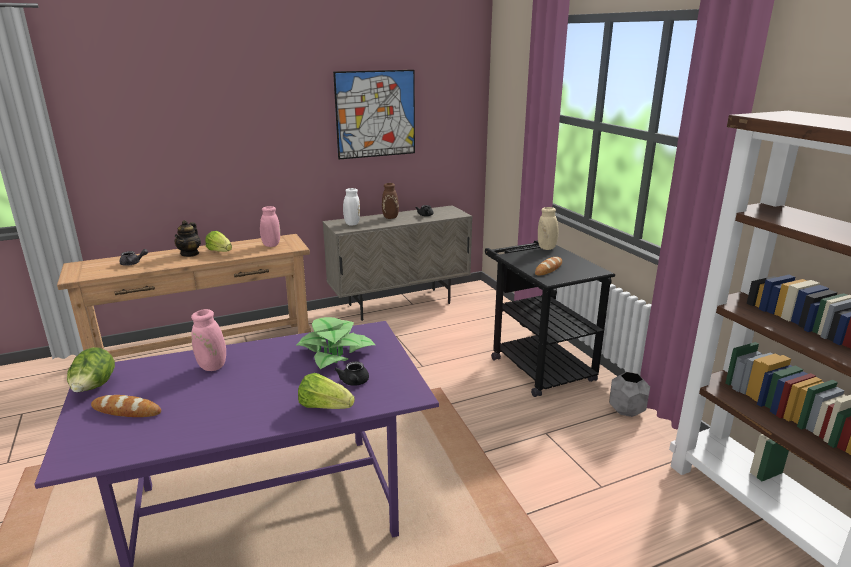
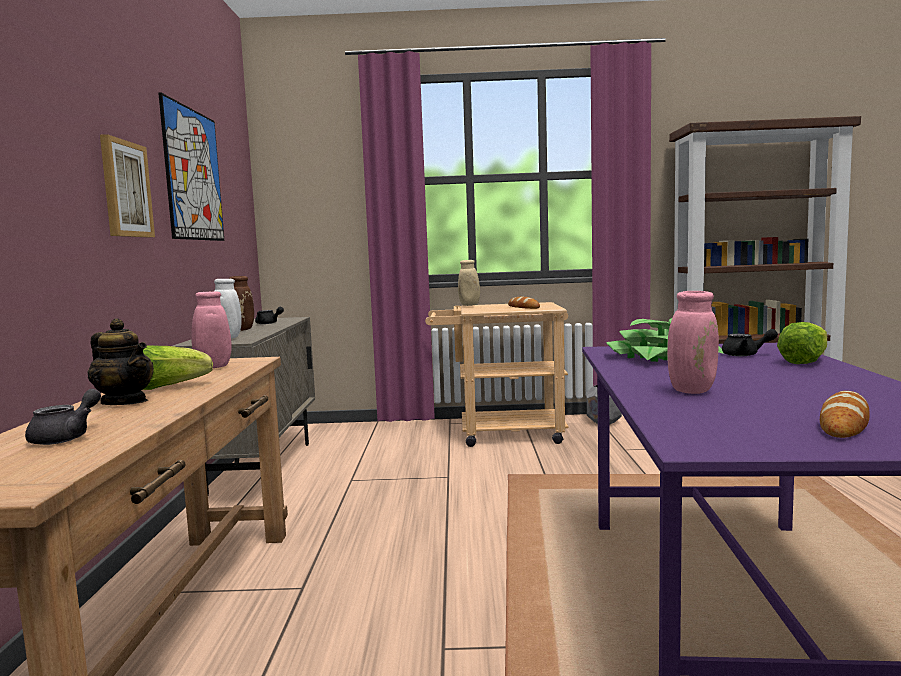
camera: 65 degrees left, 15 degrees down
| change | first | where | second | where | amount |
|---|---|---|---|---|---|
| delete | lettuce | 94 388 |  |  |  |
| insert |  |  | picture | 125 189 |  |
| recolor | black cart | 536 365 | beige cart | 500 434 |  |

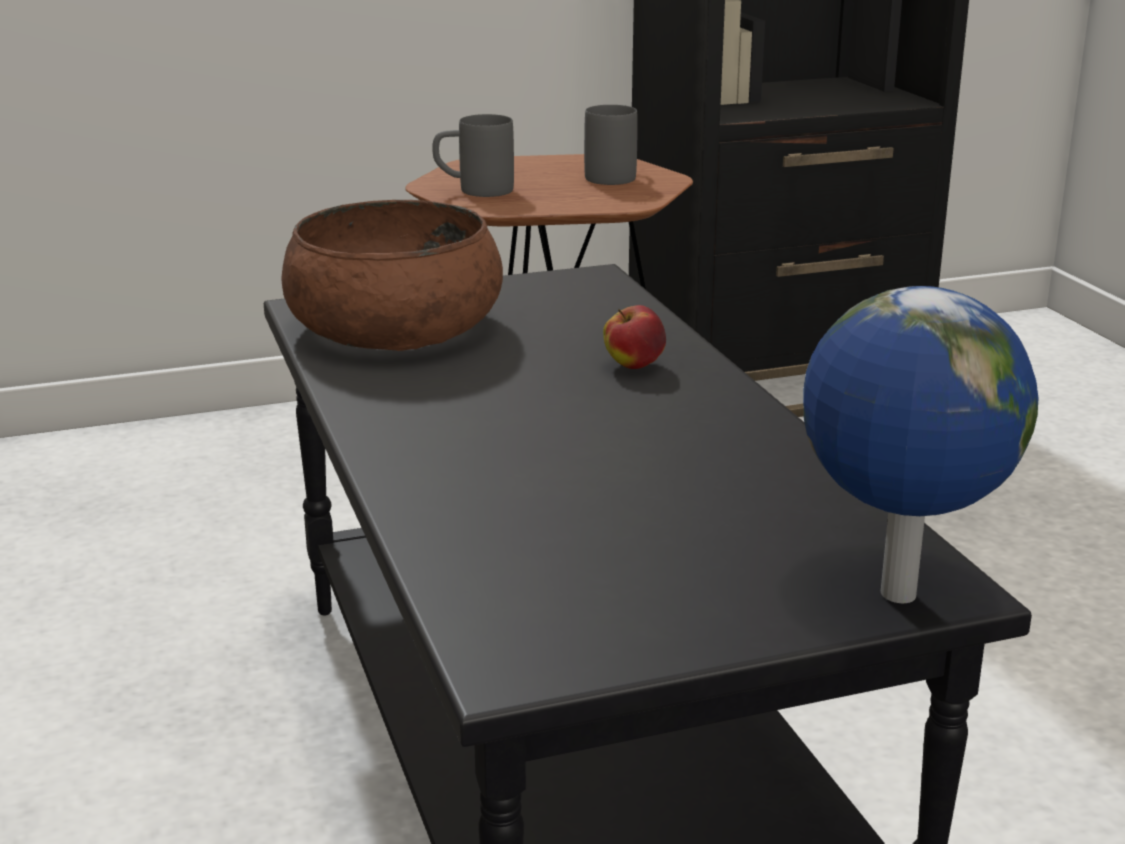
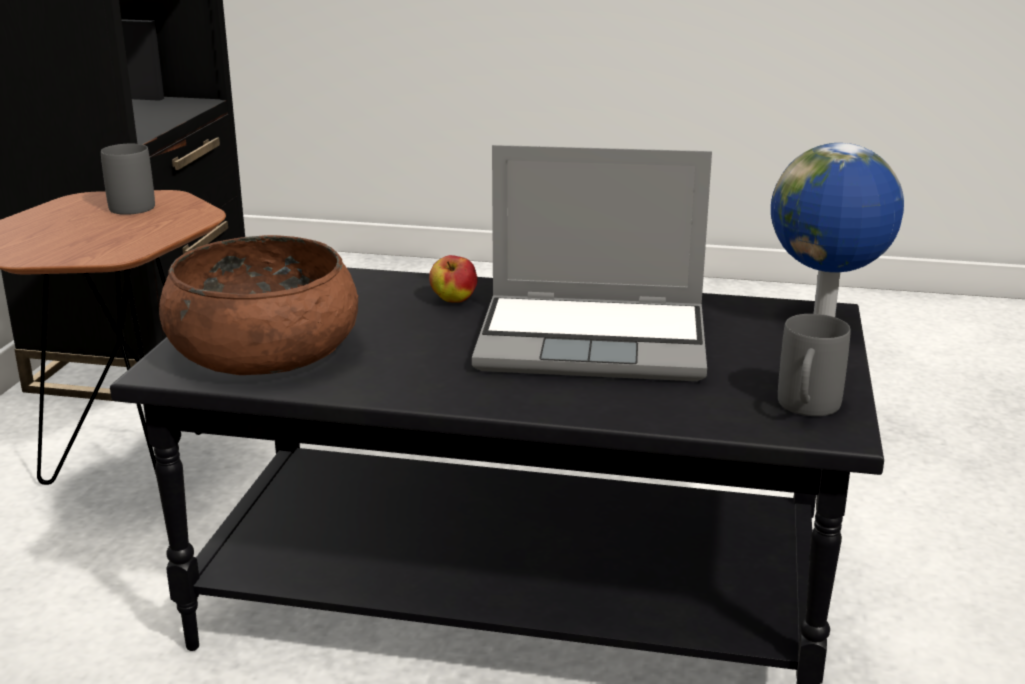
camera: 60 degrees left, 0 degrees up
| change | first | where | second | where | amount |
|---|---|---|---|---|---|
| insert |  |  | laptop | 596 341 |  |
| move | grey mug | 474 190 |  | 806 409 |  |

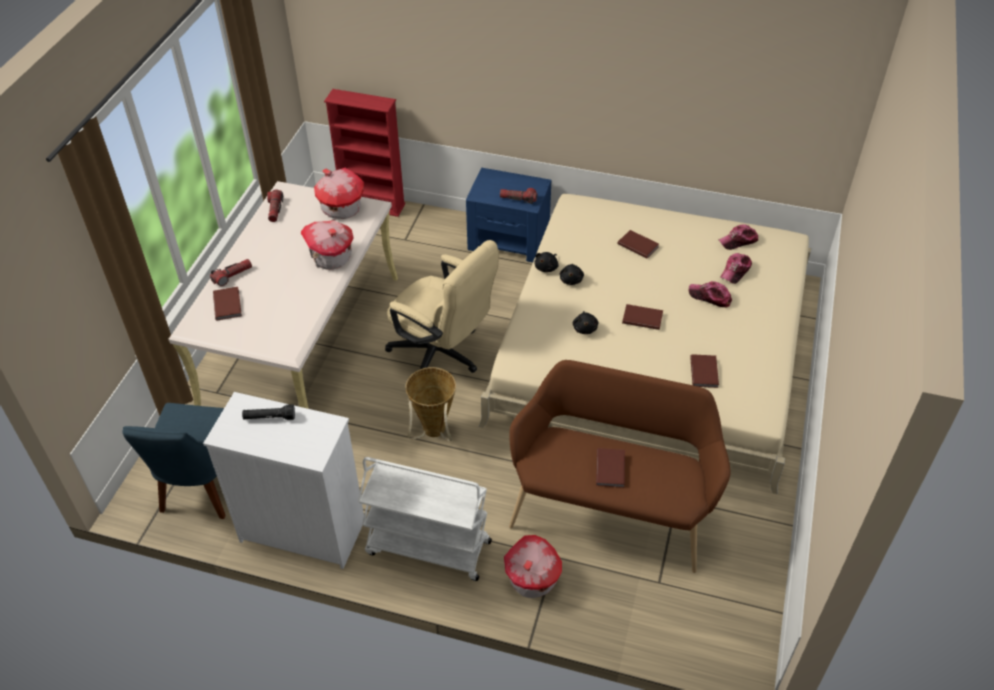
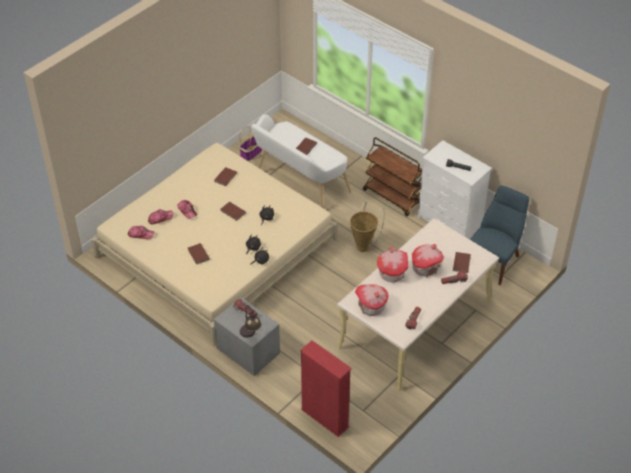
camera: 155 degrees left, 0 degrees up
| change | first | where | second | where | amount |
|---|---|---|---|---|---|
| delete | beige office chair | 443 355 |  |  |  |
| insert |  |  | basket | 251 153 |  |
| insert |  |  | table lamp | 250 335 |  |
| move | toy house | 533 579 |  | 426 268 |  |
| recolor | white cart | 427 548 | brown cart | 393 197 |  |
| recolor | blue nightstand | 509 239 | grey nightstand | 248 350 |  |
| recolor | brown bench | 611 509 | white bench | 299 183 |  |

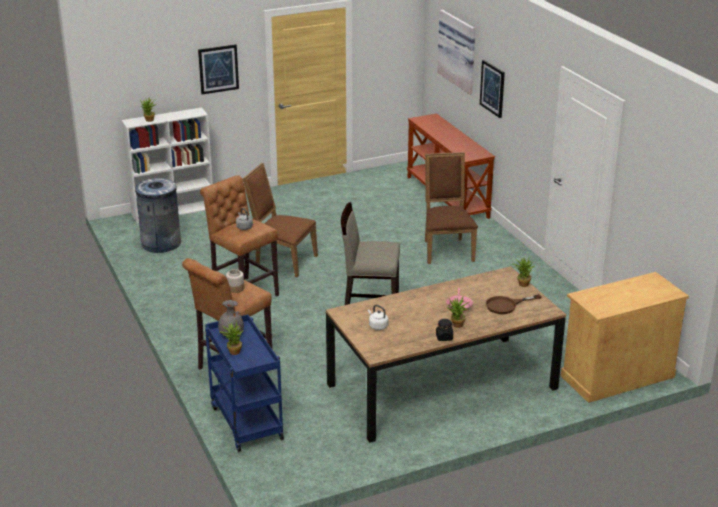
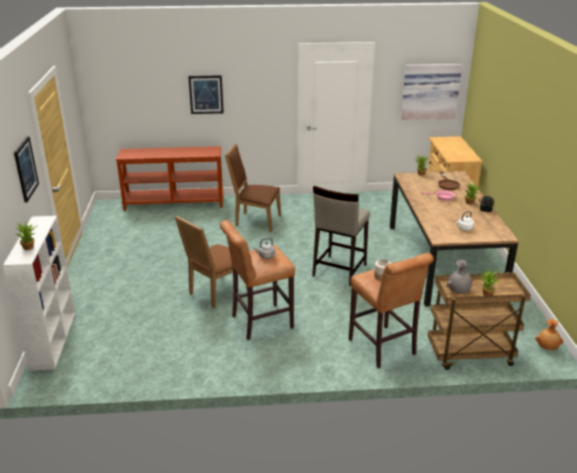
camera: 70 degrees left, 0 degrees up
| change | first | where | second | where | amount |
|---|---|---|---|---|---|
| delete | grey trash can | 161 243 |  |  |  |
| insert |  |  | brown vase | 547 348 |  |
| move | picture | 459 50 |  | 430 91 |  |
| recolor | blue cart | 245 422 | brown cart | 469 355 |  |

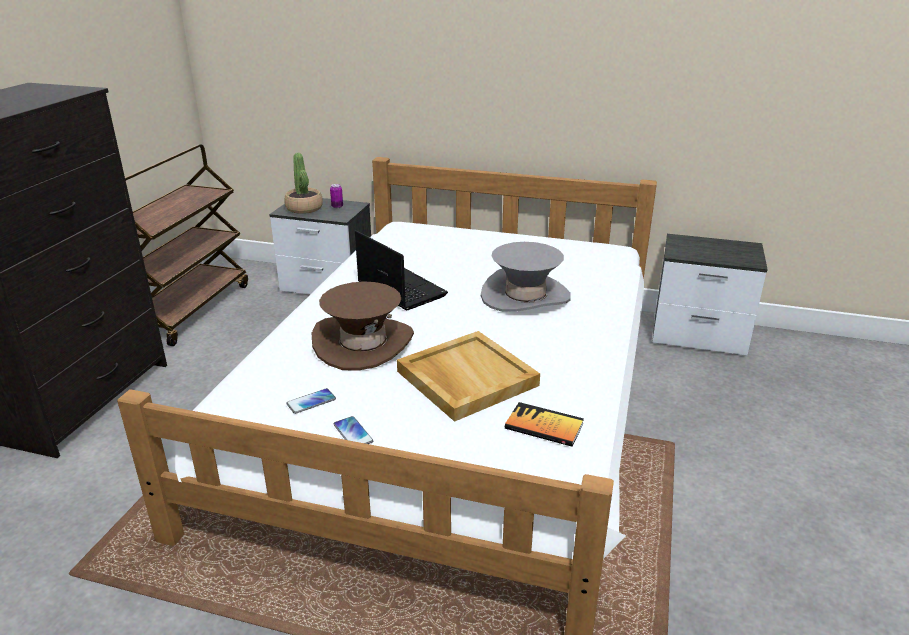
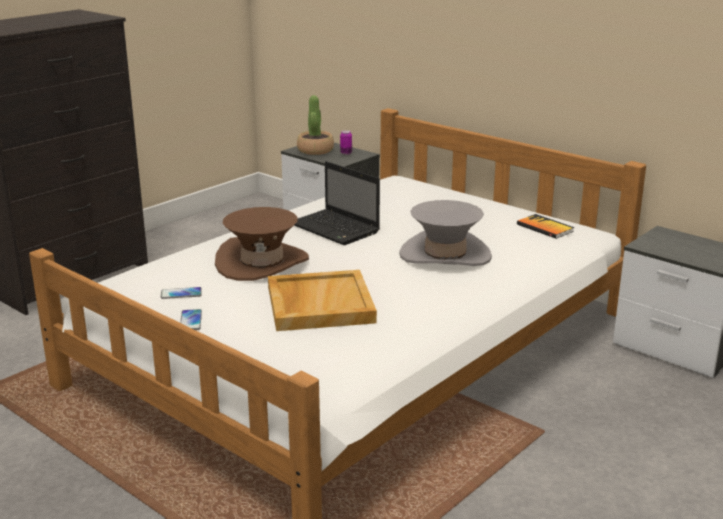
camera: 25 degrees right, 5 degrees down
| change | first | where | second | where | amount |
|---|---|---|---|---|---|
| delete | brown cart | 189 309 |  |  |  |
| move | book | 544 426 |  | 545 228 |  |
| rotate | laptop | 399 289 |  | 336 229 | 150 degrees clockwise |

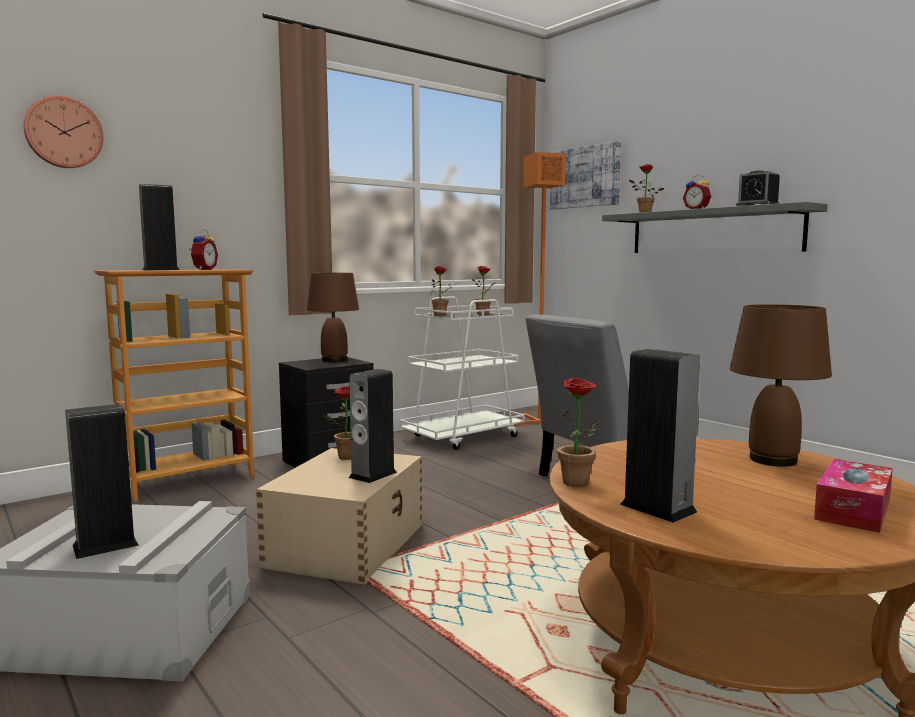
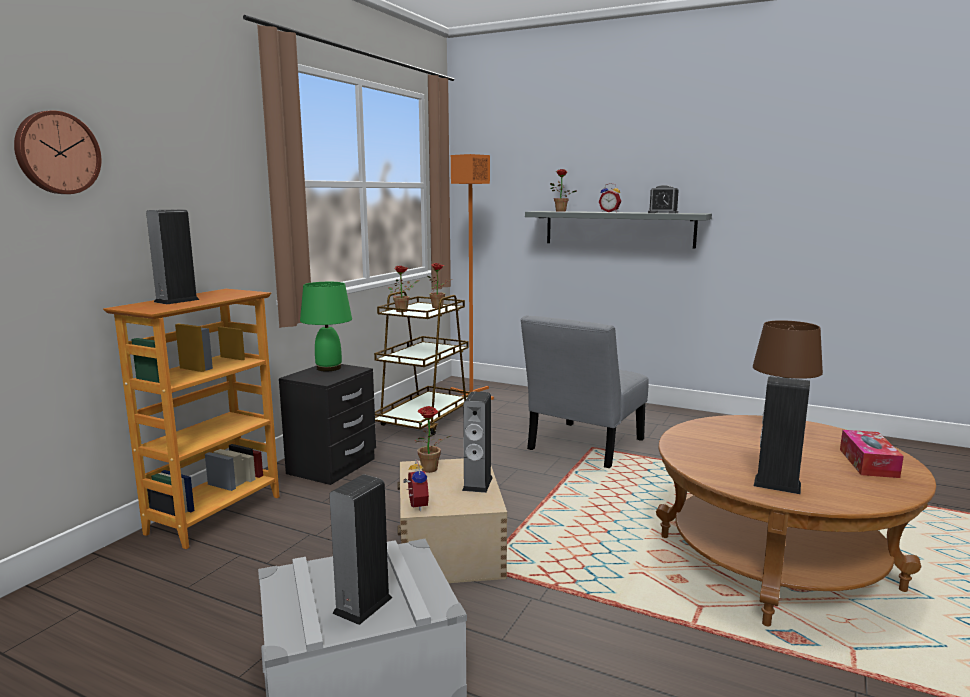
camera: 25 degrees left, 5 degrees up
| change | first | where | second | where | amount |
|---|---|---|---|---|---|
| delete | picture | 585 177 |  |  |  |
| delete | potted plant | 580 484 |  |  |  |
| move | alarm clock | 203 269 |  | 415 506 |  |
| recolor | brown table lamp | 333 359 | green table lamp | 328 368 |  |
| recolor | white cart | 463 437 | brown cart | 425 420 |  |

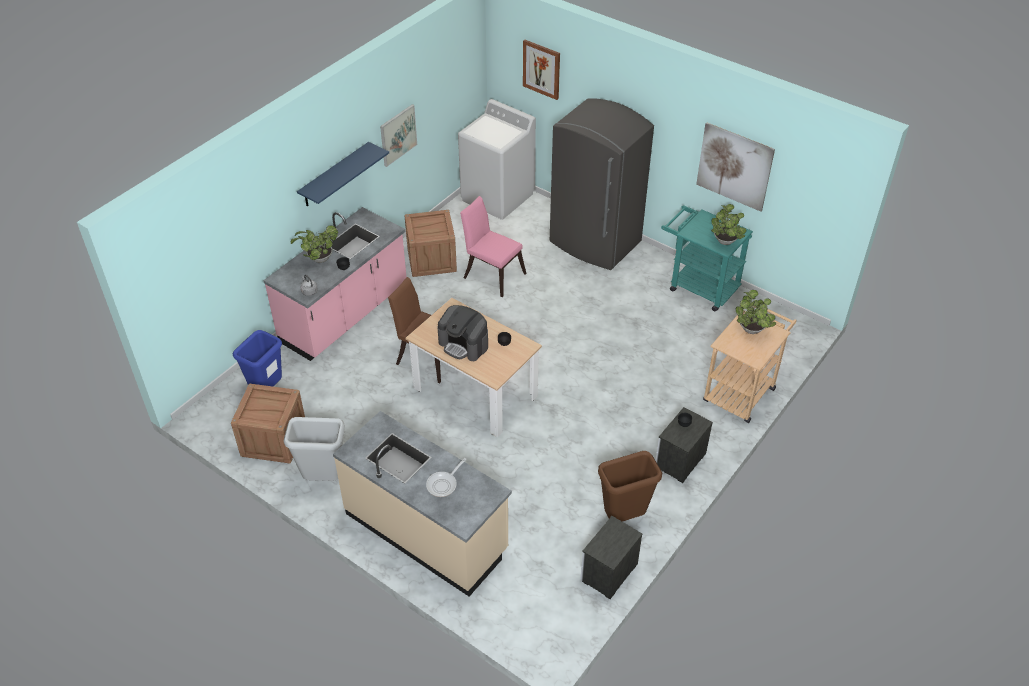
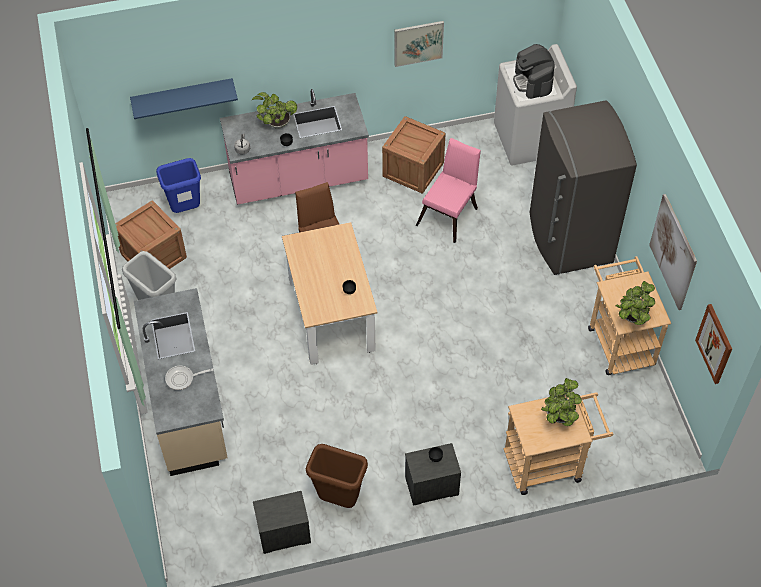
camera: 40 degrees right, 10 degrees up
| change | first | where | second | where | amount |
|---|---|---|---|---|---|
| move | blue shelf | 334 175 |  | 183 95 |  |
| move | coffee machine | 464 344 |  | 533 81 |  |
| move | picture | 541 69 |  | 715 344 |  |
| recolor | turquoise cart | 698 286 | beige cart | 618 341 |  |
| rotate | pink chair | 492 274 |  | 449 214 | 45 degrees clockwise |

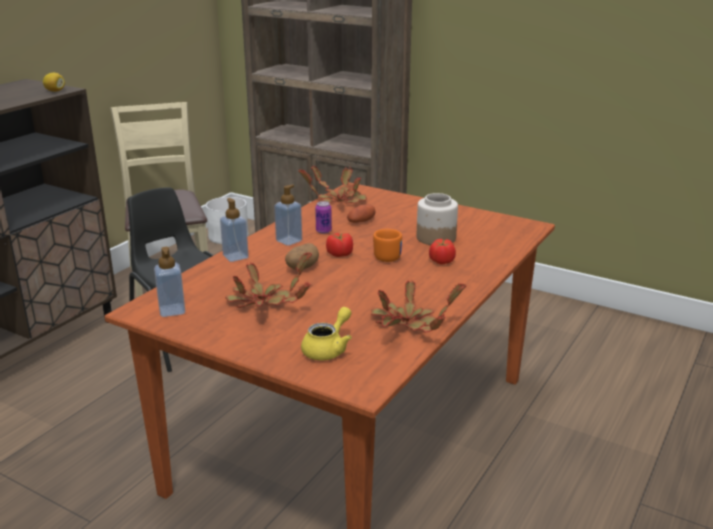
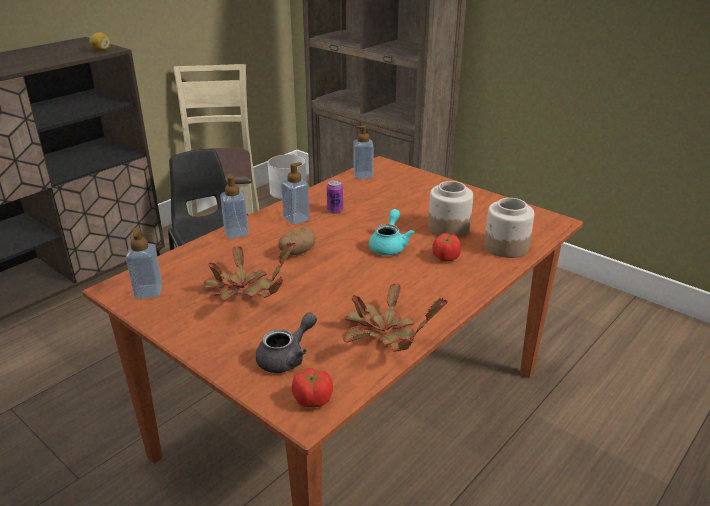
camera: 10 degrees right, 5 degrees up
| change | first | where | second | where | amount |
|---|---|---|---|---|---|
| delete | potato | 361 221 |  |  |  |
| insert |  |  | jar | 506 247 |  |
| move | tomato | 339 254 |  | 312 399 |  |
| replace | potted plant | 338 200 | soap dispenser | 363 175 |  |
| replace | orange mug | 386 256 | turquoise teapot | 389 246 |  |
| recolor | yellow teapot | 328 349 | grey teapot | 287 357 |  |

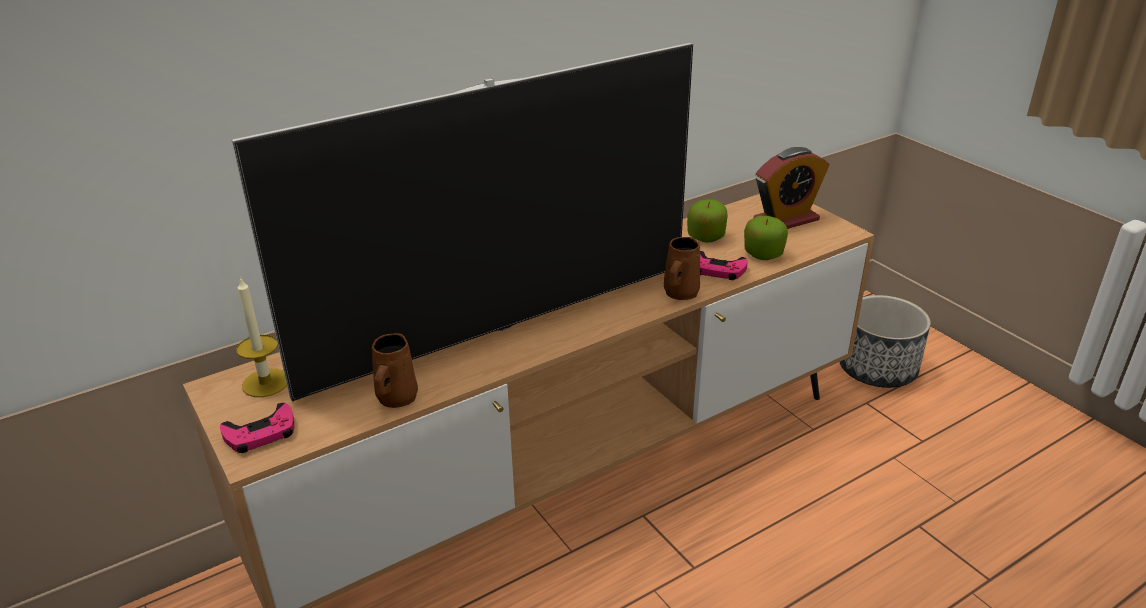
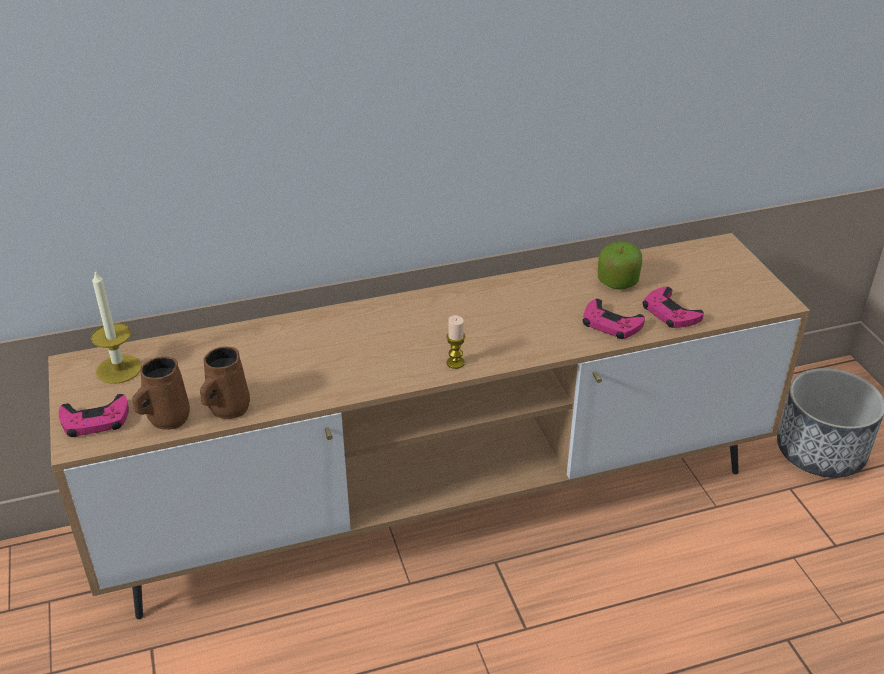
camera: 15 degrees right, 5 degrees up
| change | first | where | second | where | amount |
|---|---|---|---|---|---|
| delete | television | 503 327 |  |  |  |
| delete | alarm clock | 786 220 |  |  |  |
| insert |  |  | candle | 455 363 |  |
| move | brown mug | 680 293 |  | 167 419 |  |
| replace | apple | 763 254 | pink game controller | 670 313 |  |

